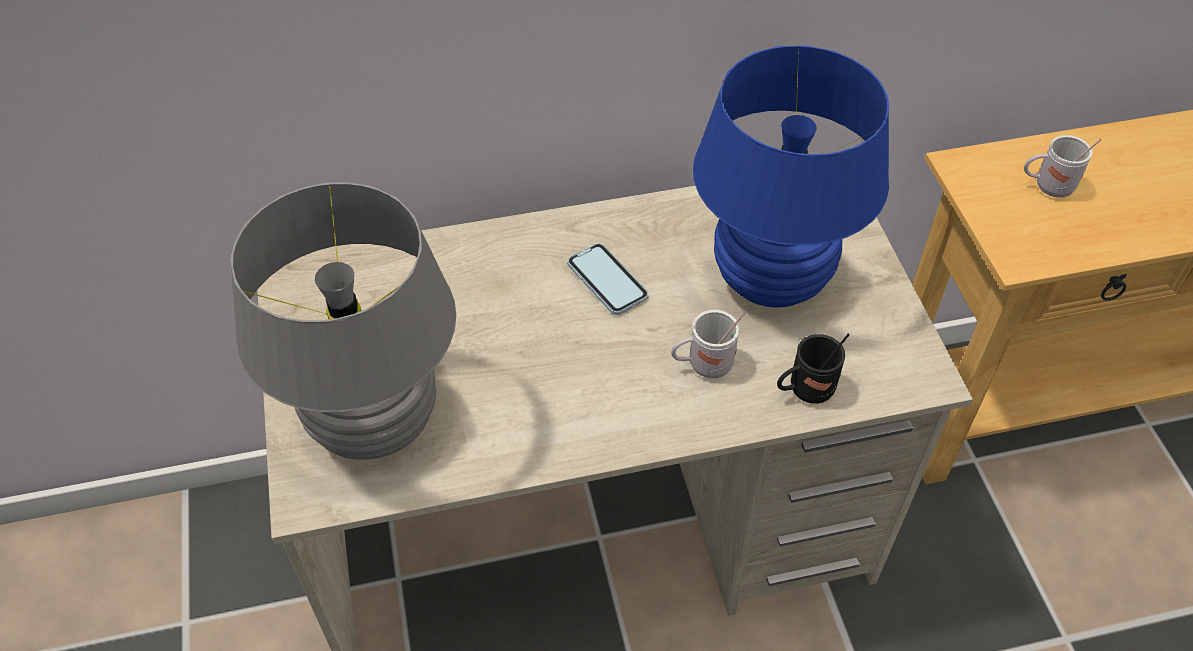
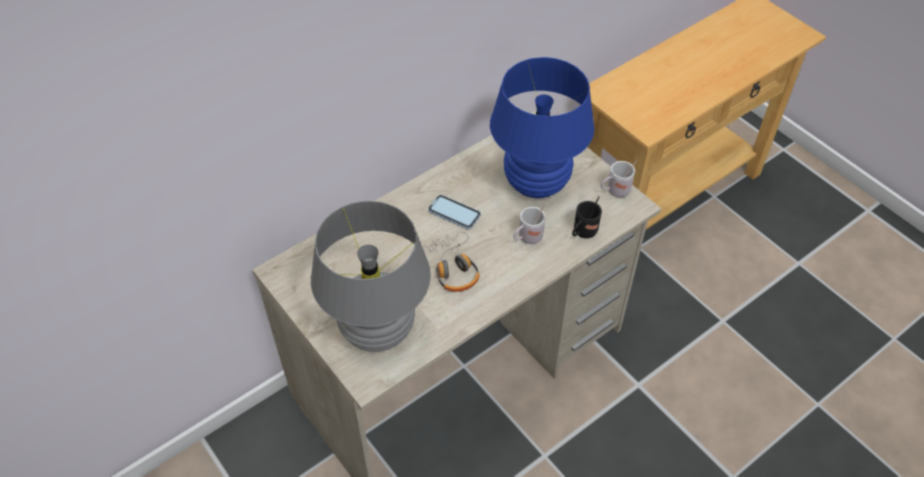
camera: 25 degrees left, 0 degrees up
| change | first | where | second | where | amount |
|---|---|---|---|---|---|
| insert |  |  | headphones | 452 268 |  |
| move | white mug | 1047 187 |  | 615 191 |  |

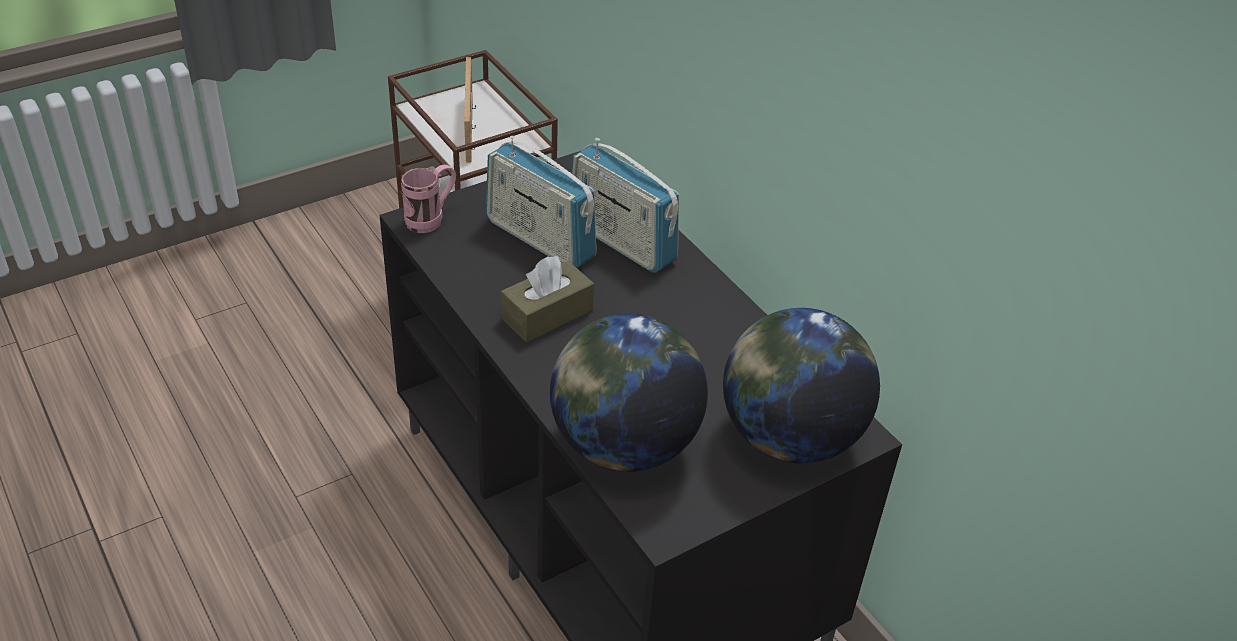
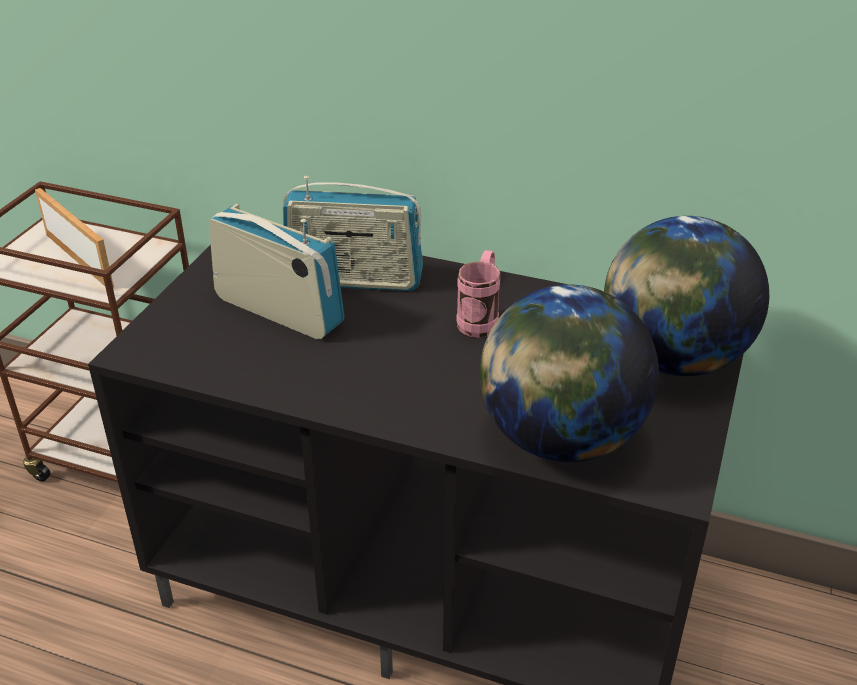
camera: 35 degrees left, 5 degrees down
| change | first | where | second | where | amount |
|---|---|---|---|---|---|
| delete | brown tissue box | 547 314 |  |  |  |
| move | pink mug | 431 220 |  | 480 319 |  |
| rotate | radio | 539 239 |  | 279 311 | 150 degrees counterclockwise |

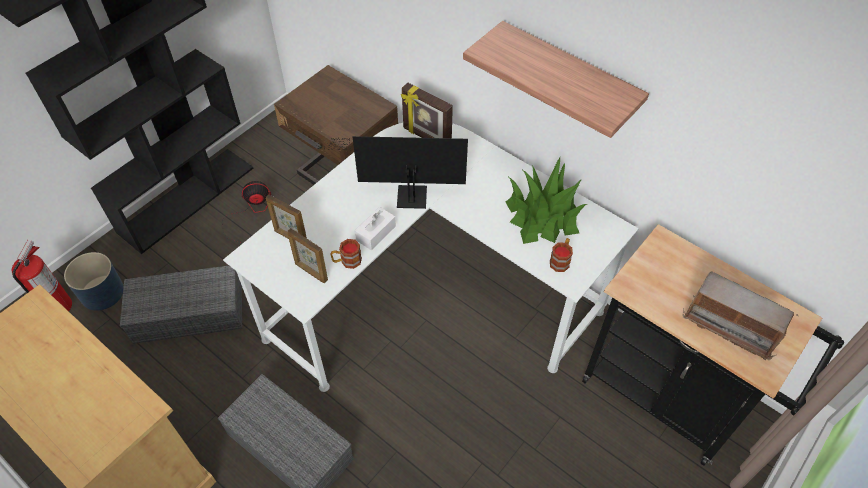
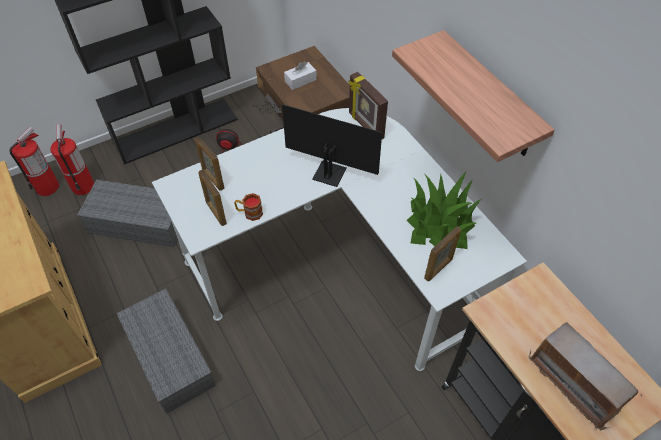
camera: 20 degrees right, 0 degrees up
| change | first | where | second | where | amount |
|---|---|---|---|---|---|
| move | white tissue box | 376 233 |  | 300 80 |  |
| replace | blue planter | 102 292 | fire extinguisher | 83 186 |  |
| replace | mug | 561 260 | picture frame | 438 268 |  |

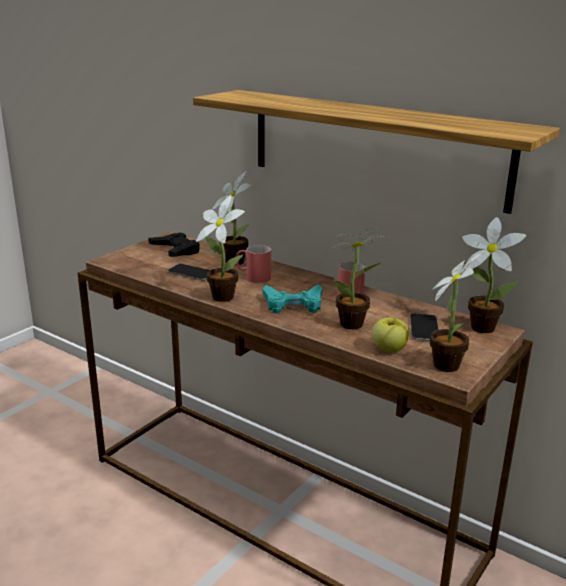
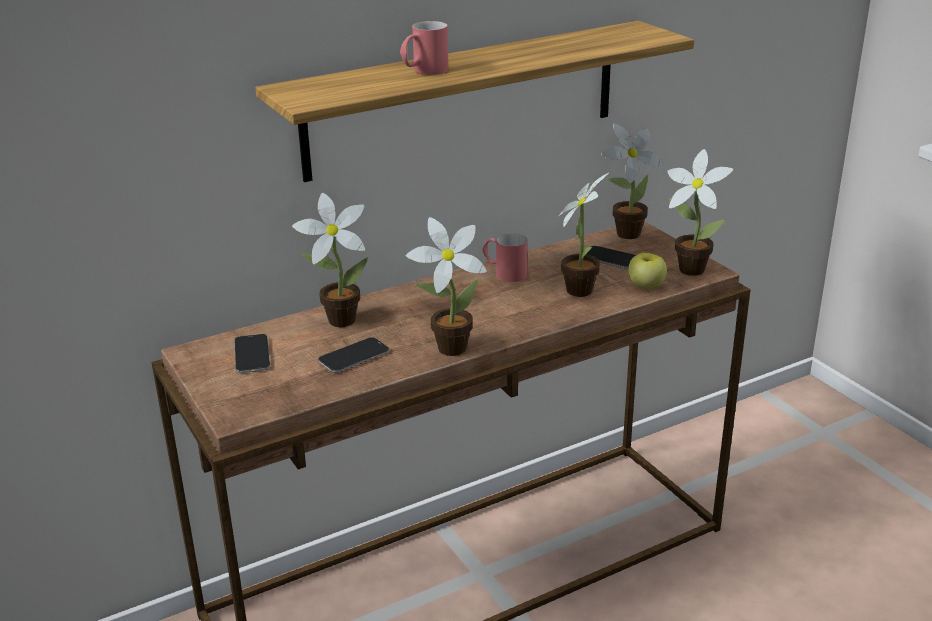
camera: 65 degrees left, 5 degrees up
| change | first | where | second | where | amount |
|---|---|---|---|---|---|
| delete | turquoise game controller | 293 304 |  |  |  |
| move | red mug | 252 277 |  | 424 72 |  |
| replace | black game controller | 176 250 | phone | 252 355 |  |

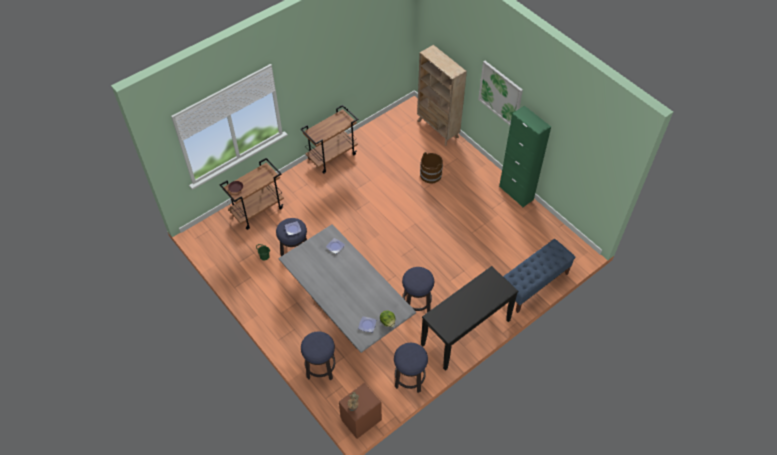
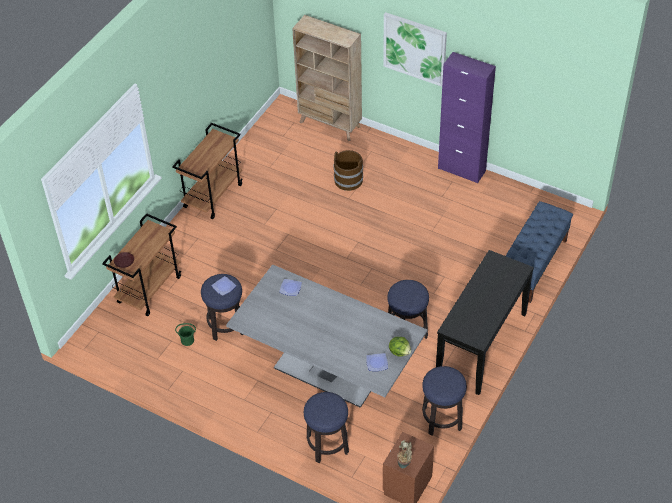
camera: 20 degrees left, 5 degrees down
| change | first | where | second | where | amount |
|---|---|---|---|---|---|
| recolor | green cabinet | 516 193 | purple cabinet | 461 169 |  |

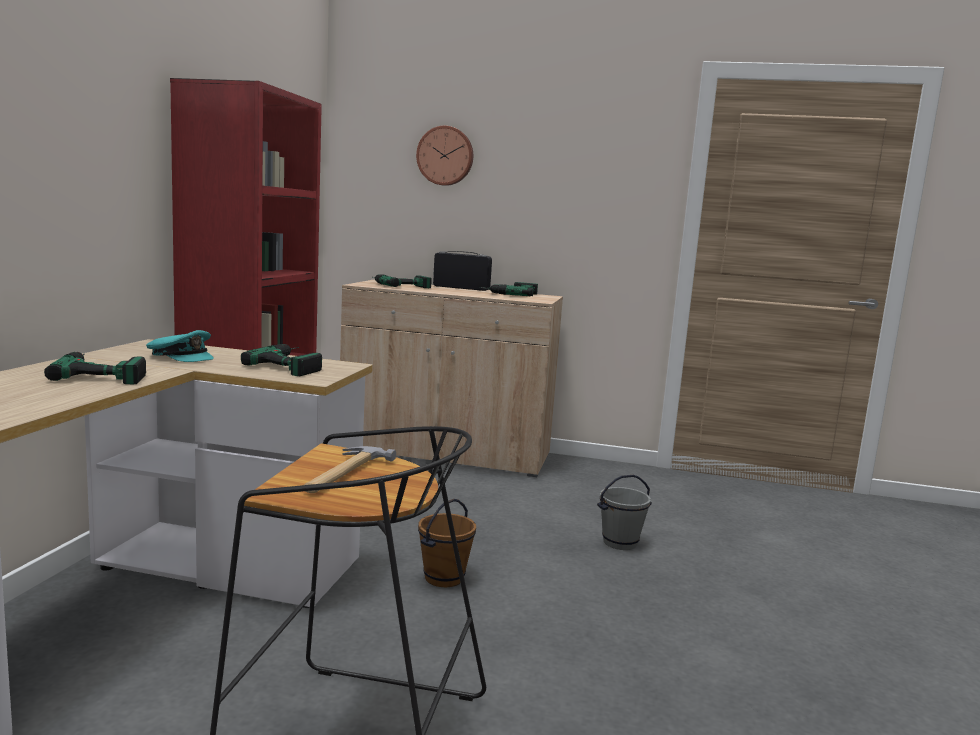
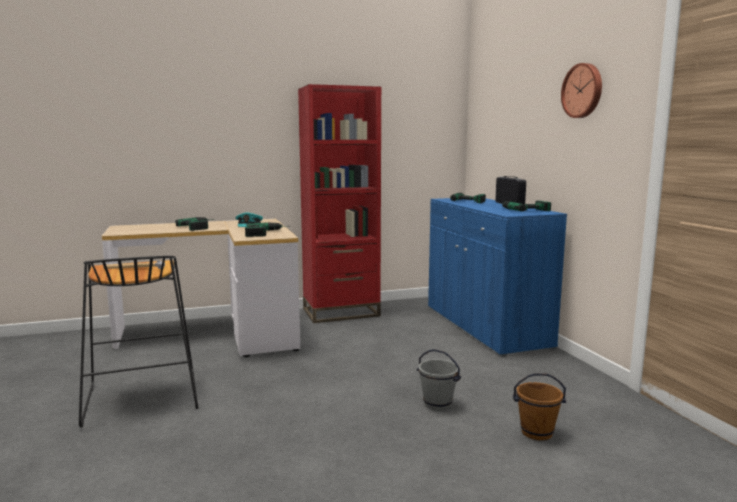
camera: 60 degrees right, 0 degrees up
| change | first | where | second | where | amount |
|---|---|---|---|---|---|
| move | wall clock | 445 156 |  | 583 91 |  |
| move | brown bucket | 444 578 |  | 536 433 |  |
| recolor | beige cabinet | 445 453 | blue cabinet | 485 326 |  |

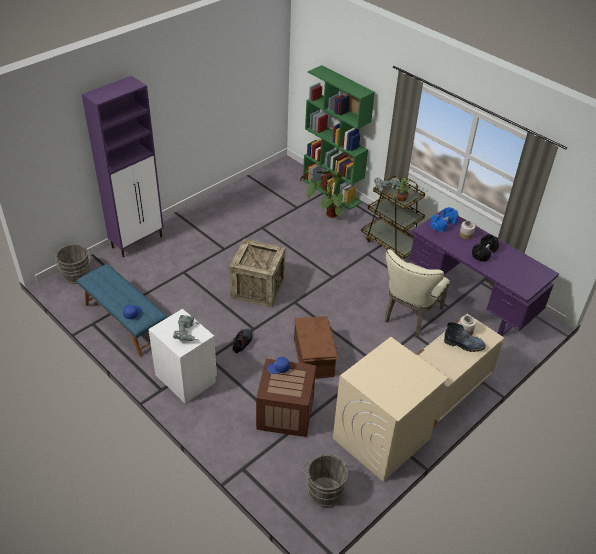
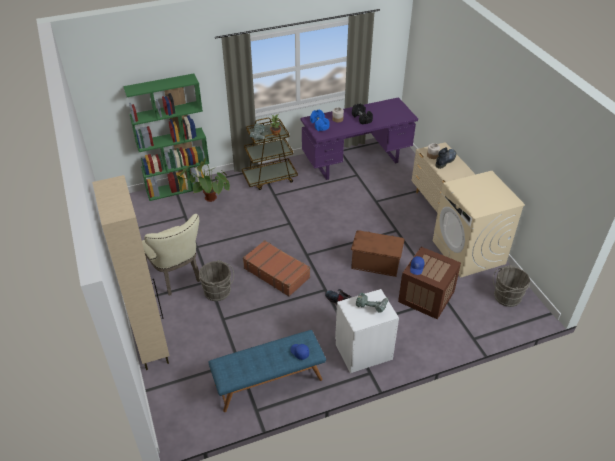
camera: 65 degrees left, 0 degrees up
| change | first | where | second | where | amount |
|---|---|---|---|---|---|
| move | grey bucket | 77 276 |  | 219 292 |  |
| move | beige chair | 410 316 |  | 176 276 |  |
| replace | crate | 258 288 | brown suitcase | 276 273 |  |
| recolor | purple cabinet | 138 242 | beige cabinet | 152 345 |  |

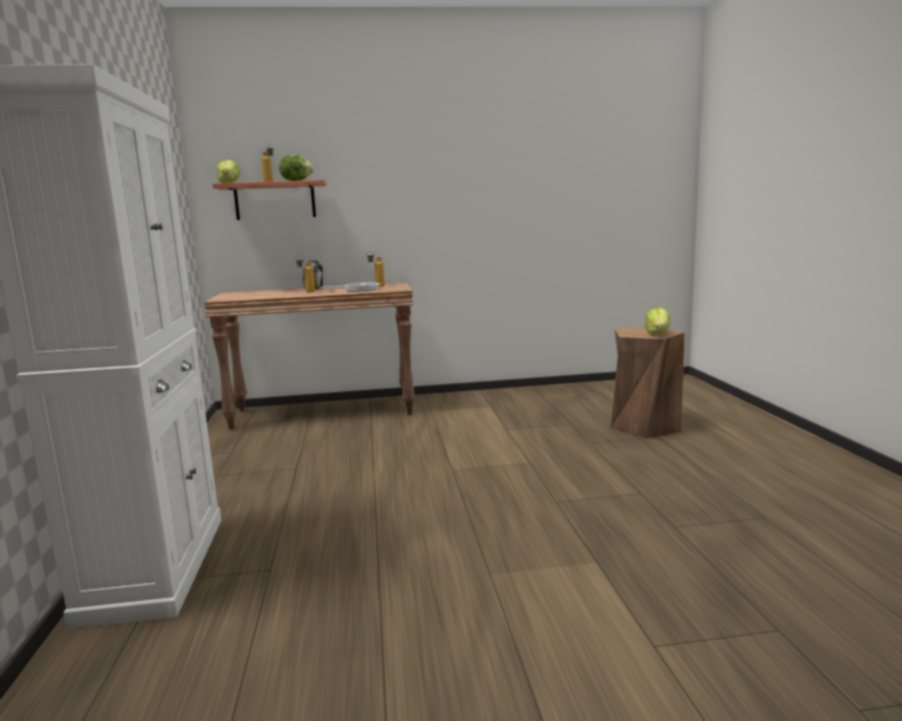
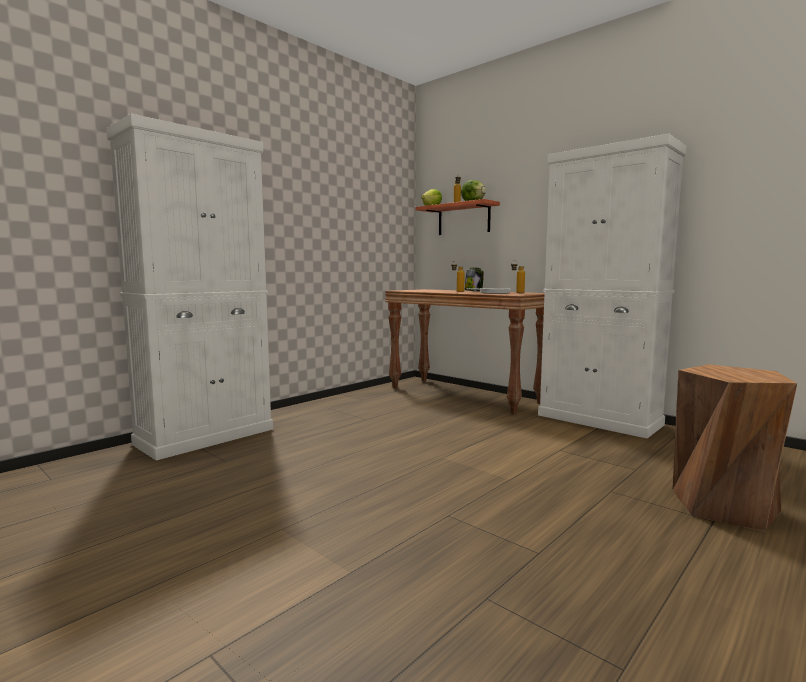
camera: 50 degrees right, 5 degrees down
| change | first | where | second | where | amount |
|---|---|---|---|---|---|
| delete | lettuce | 657 334 |  |  |  |
| insert |  |  | white cabinet | 599 420 |  |

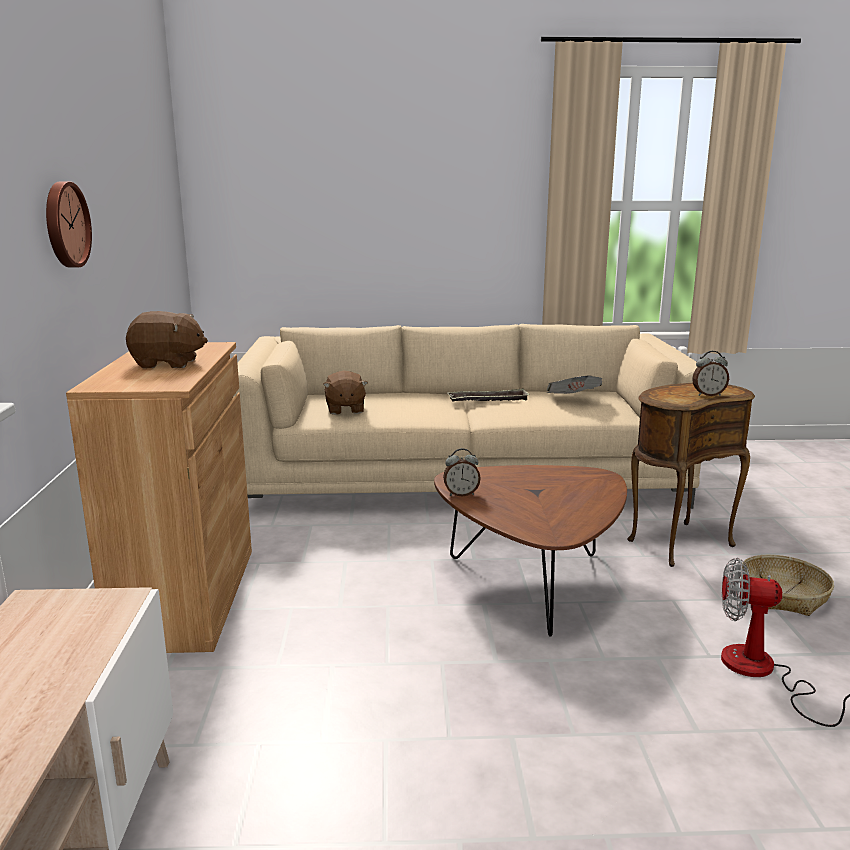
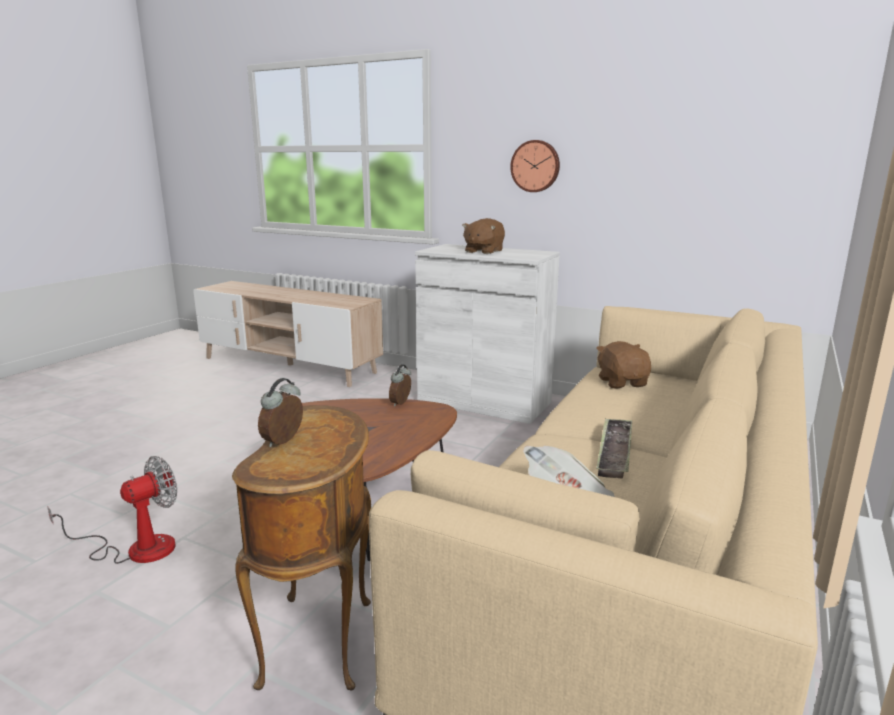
camera: 120 degrees right, 0 degrees up
| change | first | where | second | where | amount |
|---|---|---|---|---|---|
| delete | basket | 782 595 |  |  |  |
| recolor | brown cabinet | 186 597 | white cabinet | 484 402 |  |
| rotate | brown plush toy | 345 409 |  | 622 382 | 60 degrees clockwise |

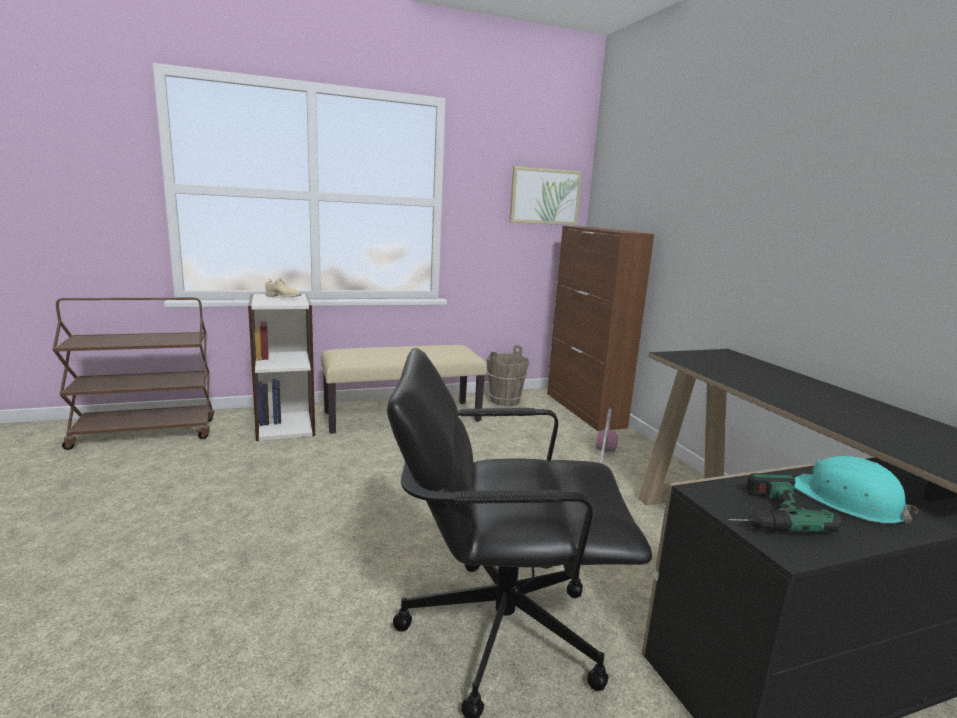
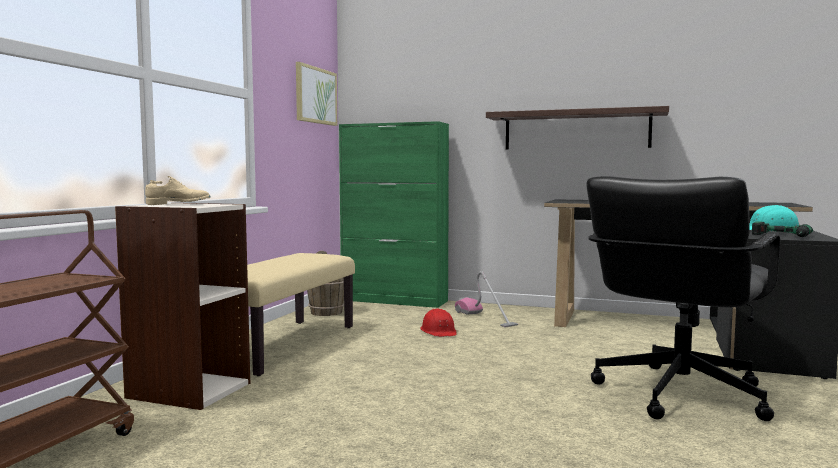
camera: 50 degrees left, 10 degrees down
| change | first | where | second | where | amount |
|---|---|---|---|---|---|
| insert |  |  | red hard hat | 439 331 |  |
| insert |  |  | shelf | 576 130 |  |
| recolor | brown cabinet | 584 410 | green cabinet | 394 300 |  |

